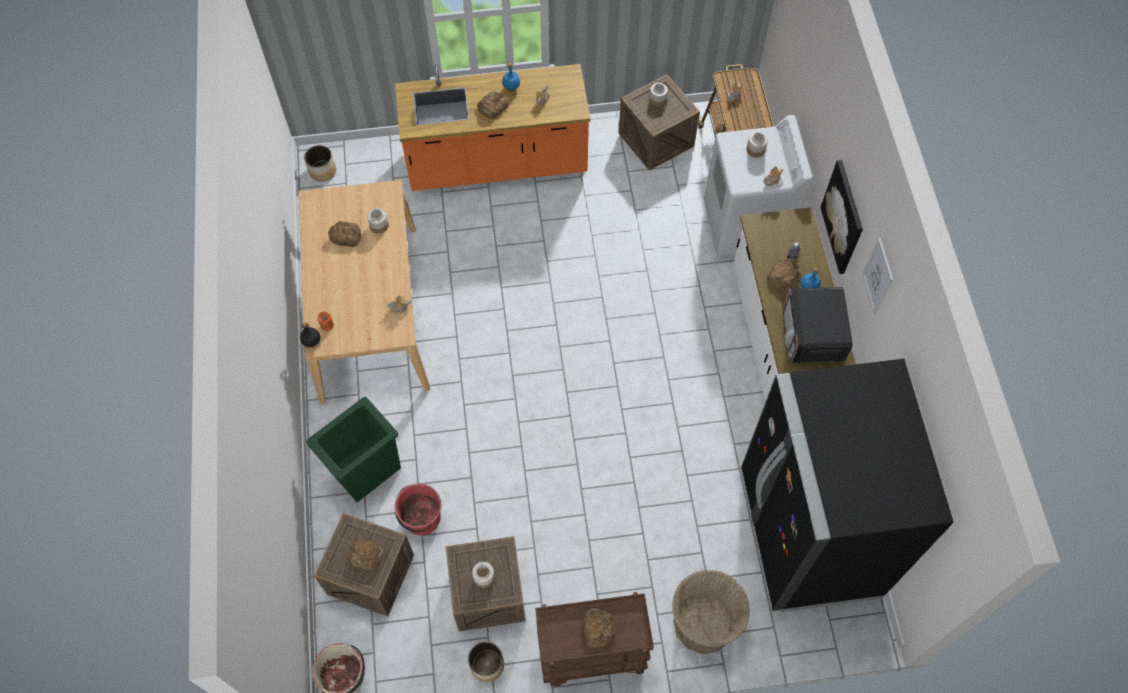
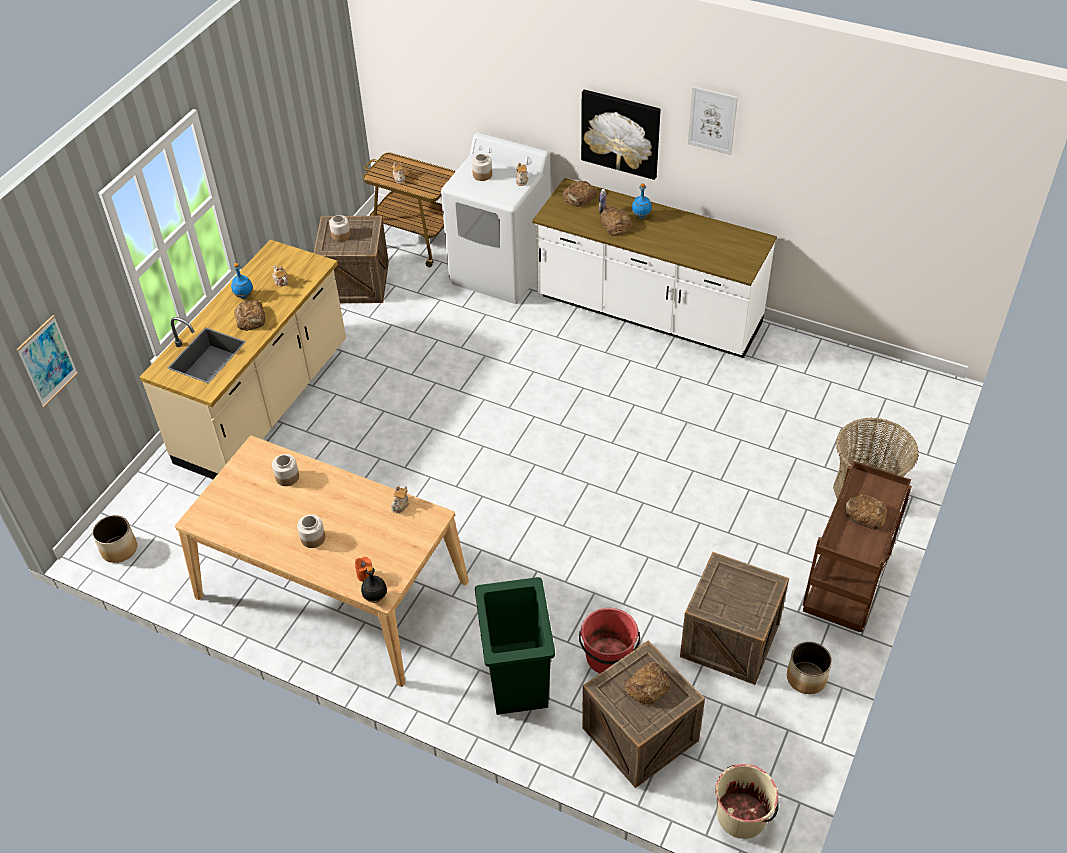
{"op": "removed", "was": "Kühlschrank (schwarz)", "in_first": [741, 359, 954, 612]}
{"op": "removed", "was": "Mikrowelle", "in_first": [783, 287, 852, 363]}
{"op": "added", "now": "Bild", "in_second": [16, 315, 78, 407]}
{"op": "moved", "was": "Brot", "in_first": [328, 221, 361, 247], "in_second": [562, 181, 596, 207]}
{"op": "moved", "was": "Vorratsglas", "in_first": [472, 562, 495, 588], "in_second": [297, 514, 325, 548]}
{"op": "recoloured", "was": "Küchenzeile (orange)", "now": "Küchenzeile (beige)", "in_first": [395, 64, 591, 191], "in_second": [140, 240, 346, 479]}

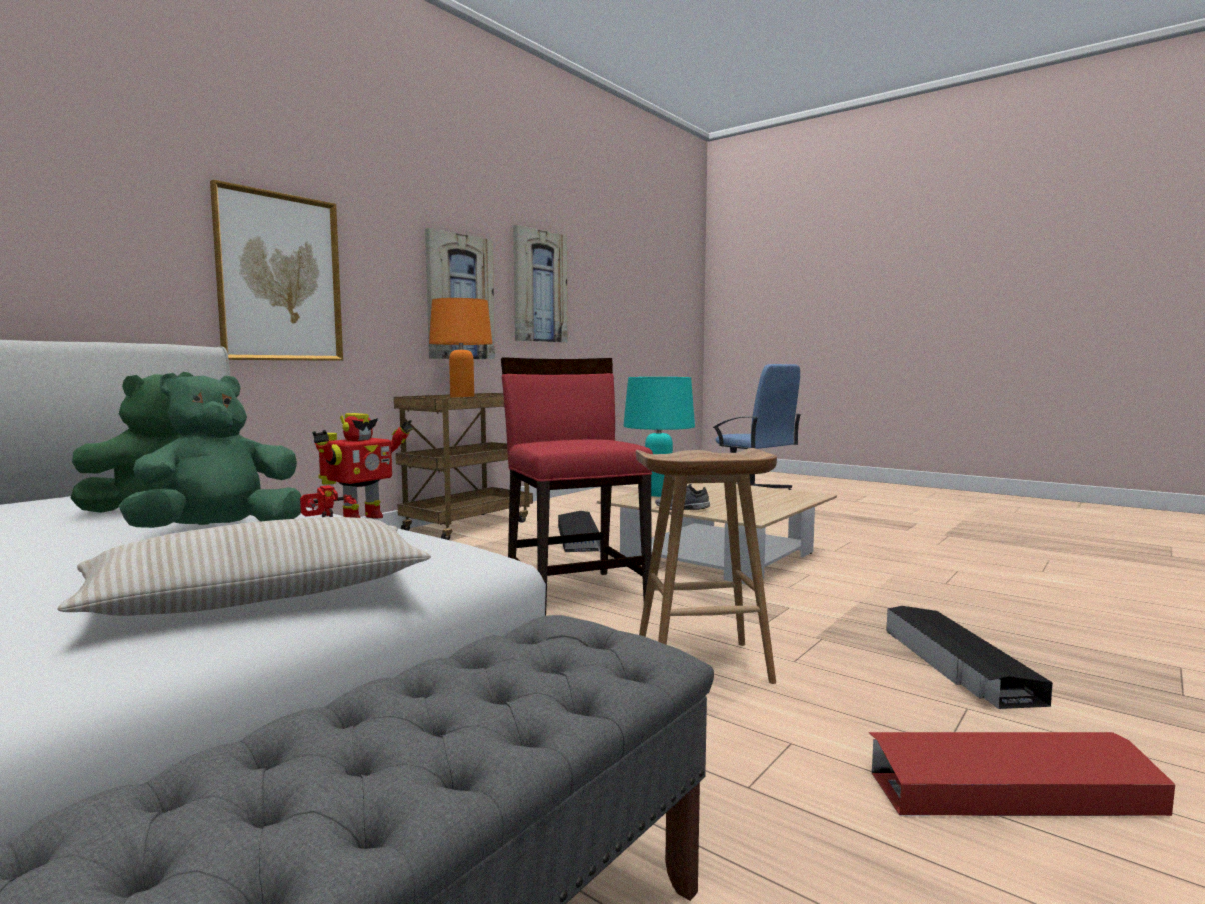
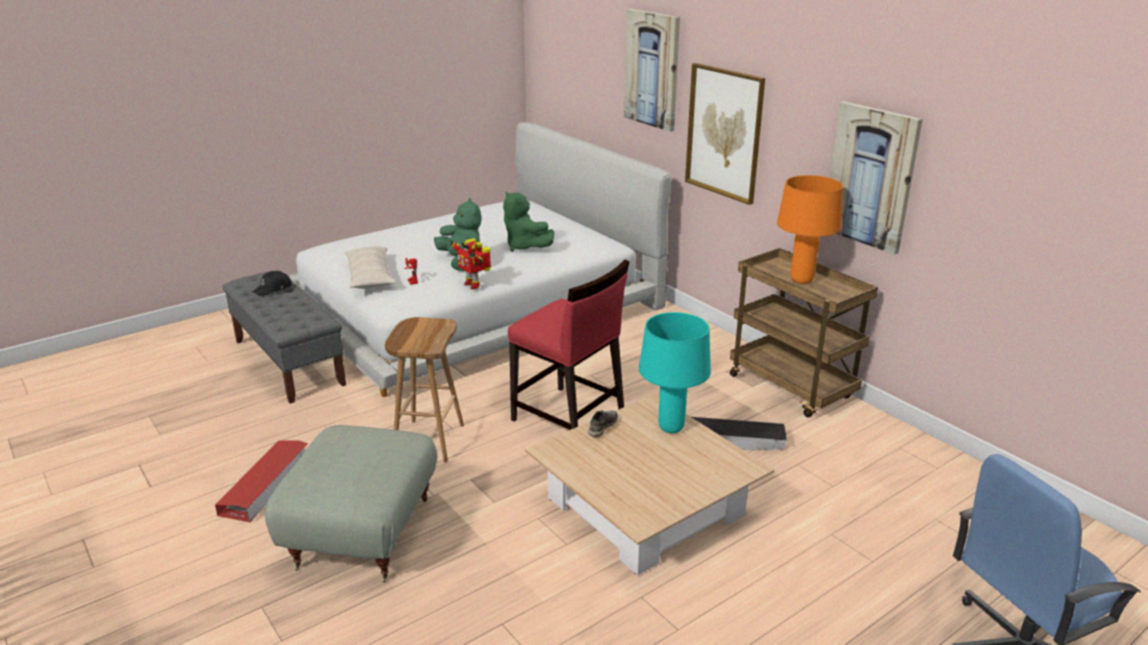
{"op": "added", "now": "Kappe (schwarz)", "in_second": [252, 271, 291, 296]}
{"op": "moved", "was": "Bild", "in_first": [513, 225, 568, 343], "in_second": [624, 9, 680, 132]}
{"op": "replaced", "was": "Aufbewahrungsbox (schwarz)", "now": "Polsterhocker (grau)", "in_first": [886, 606, 1053, 709], "in_second": [265, 425, 437, 582]}
{"op": "turned", "was": "Stuhl (rot)", "in_first": [501, 357, 653, 616], "in_second": [508, 260, 629, 430], "clockwise": 45}

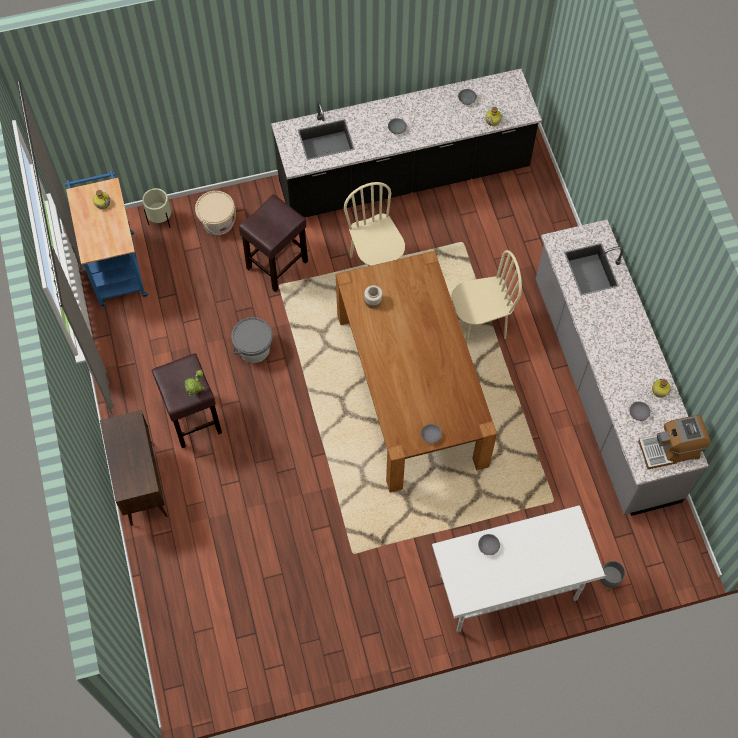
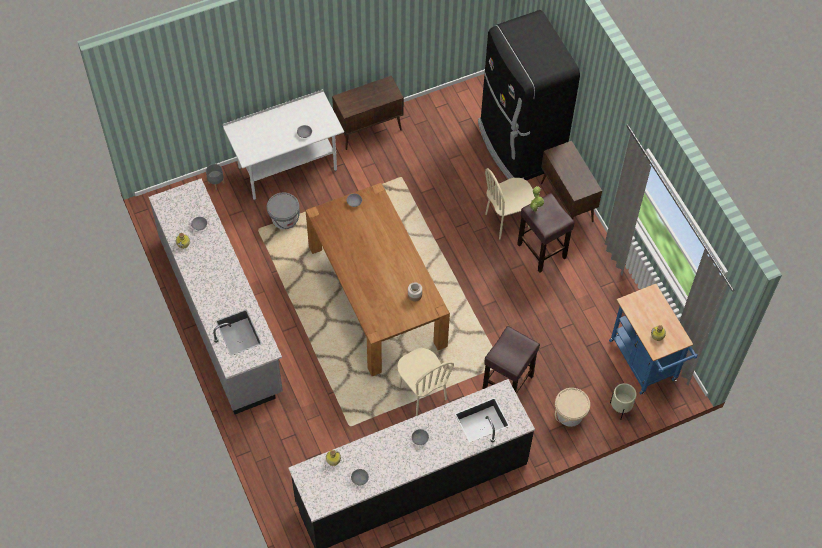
{"op": "removed", "was": "Kaffeemaschine", "in_first": [638, 415, 710, 469]}
{"op": "added", "now": "Schrank (braun)", "in_second": [332, 76, 404, 150]}
{"op": "added", "now": "Kühlschrank (schwarz)", "in_second": [478, 10, 580, 180]}
{"op": "moved", "was": "Eimer (grau)", "in_first": [231, 317, 273, 363], "in_second": [267, 192, 300, 229]}
{"op": "moved", "was": "Stuhl (beige)", "in_first": [452, 250, 522, 344], "in_second": [485, 168, 535, 239]}

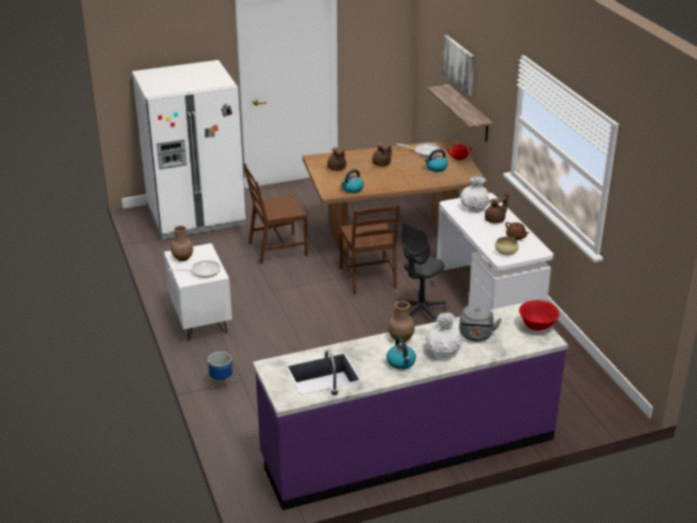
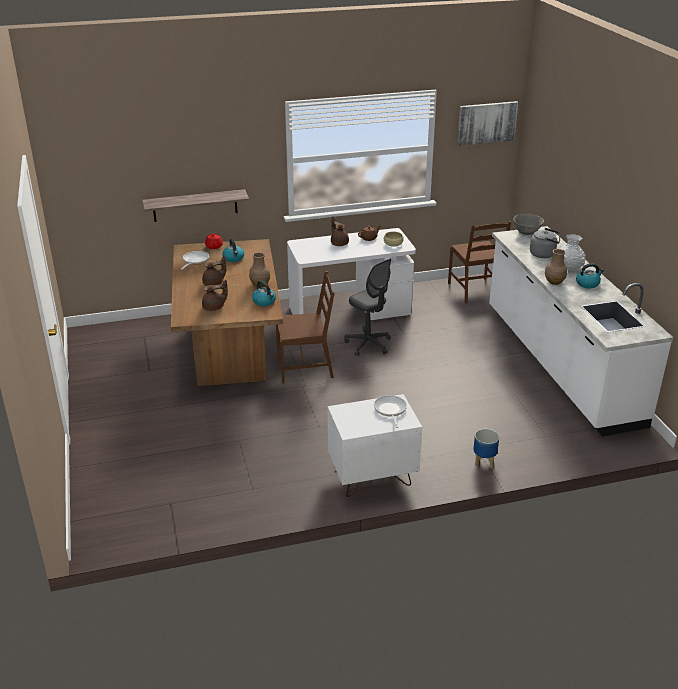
{"op": "removed", "was": "Kühlschrank (weiß)", "in_first": [132, 60, 246, 239]}
{"op": "removed", "was": "Vase (weiß)", "in_first": [460, 177, 489, 212]}
{"op": "moved", "was": "Vase (braun)", "in_first": [171, 226, 193, 261], "in_second": [249, 252, 270, 287]}
{"op": "moved", "was": "Stuhl (braun)", "in_first": [243, 163, 308, 264], "in_second": [448, 221, 511, 304]}
{"op": "moved", "was": "Bild", "in_first": [442, 35, 474, 95], "in_second": [457, 101, 518, 146]}
{"op": "recoloured", "was": "Küchenzeile (lila)", "now": "Küchenzeile (weiß)", "in_first": [253, 303, 568, 510], "in_second": [489, 226, 673, 436]}
{"op": "recoloured", "was": "Schüssel (rot)", "now": "Schüssel (grau)", "in_first": [519, 300, 560, 331], "in_second": [513, 214, 544, 235]}

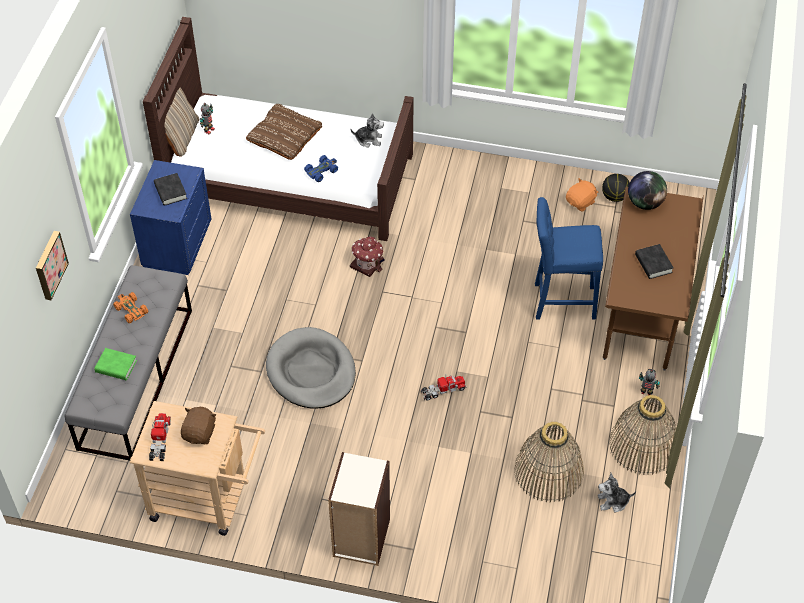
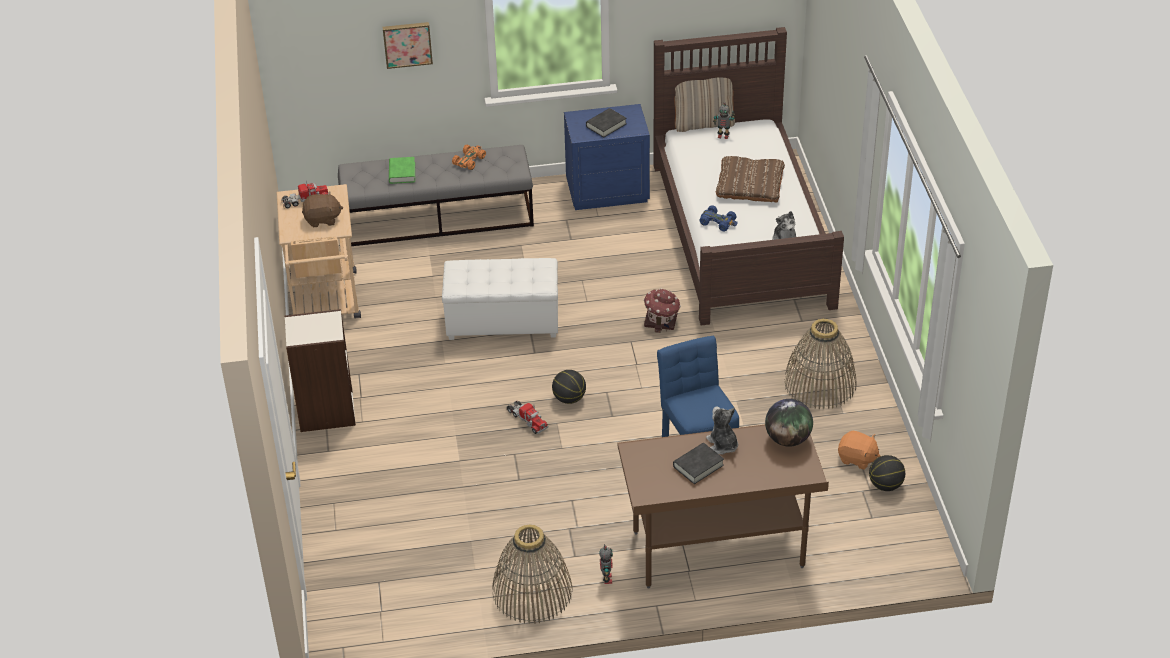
{"op": "added", "now": "Basketball", "in_second": [552, 370, 586, 404]}
{"op": "moved", "was": "Korb", "in_first": [514, 422, 584, 503], "in_second": [784, 319, 857, 409]}
{"op": "moved", "was": "Plüschtier", "in_first": [598, 473, 636, 512], "in_second": [706, 407, 738, 455]}
{"op": "replaced", "was": "Hundebett (grau)", "now": "Polsterhocker (weiß)", "in_first": [266, 327, 356, 409], "in_second": [442, 258, 558, 340]}

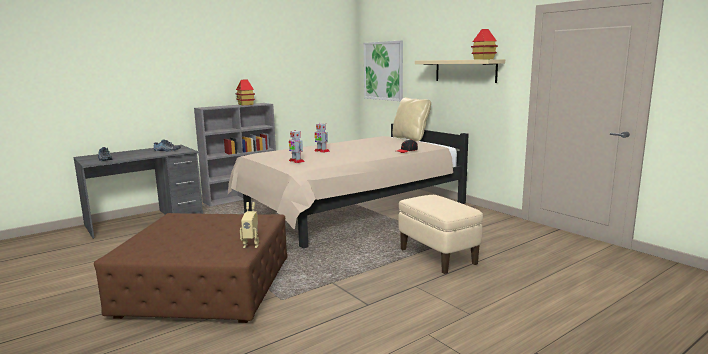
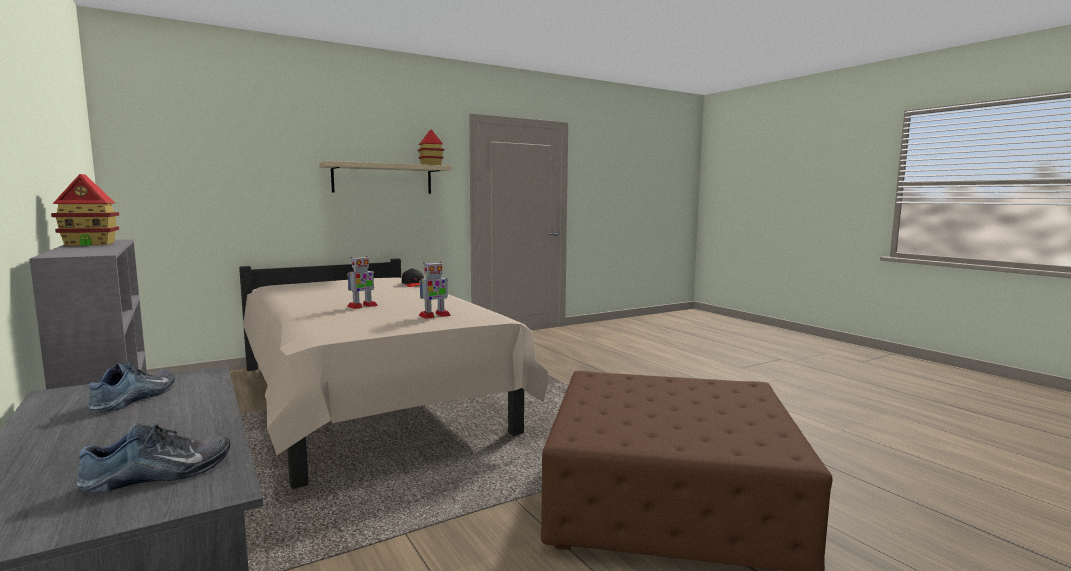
{"op": "removed", "was": "Spielzeugroboter", "in_first": [240, 202, 259, 248]}
{"op": "removed", "was": "Bild", "in_first": [364, 40, 403, 101]}
{"op": "removed", "was": "Kissen (beige)", "in_first": [393, 98, 431, 141]}
{"op": "removed", "was": "Polsterhocker (beige)", "in_first": [398, 195, 483, 274]}

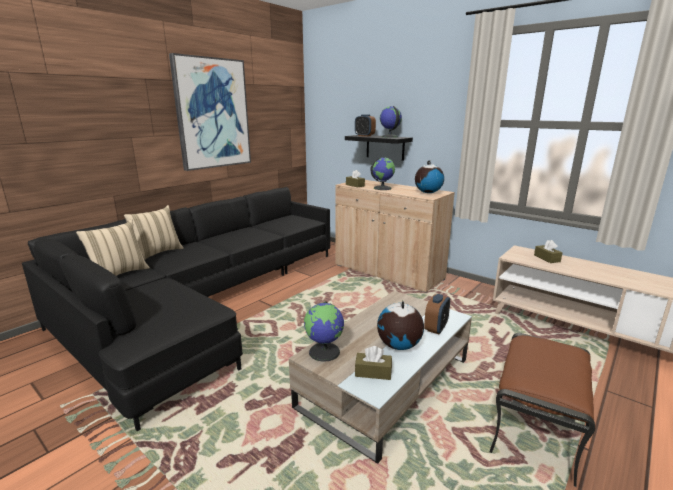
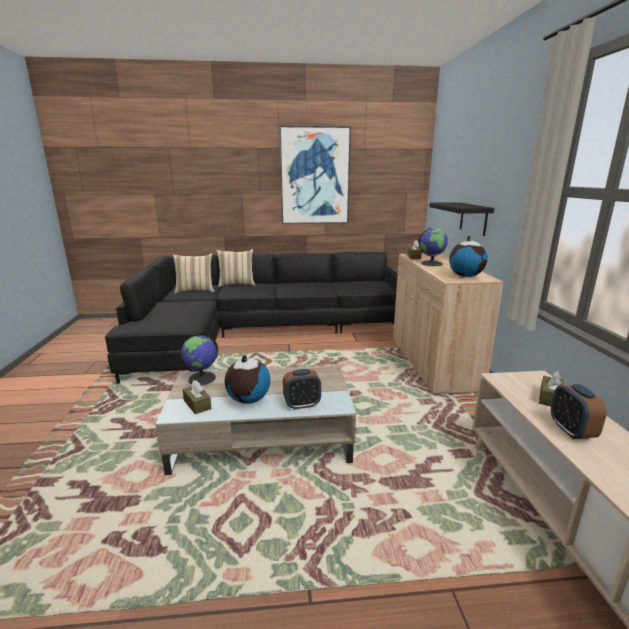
{"op": "removed", "was": "Globus", "in_first": [380, 106, 402, 138]}
{"op": "removed", "was": "Polsterhocker (braun)", "in_first": [490, 333, 595, 487]}
{"op": "moved", "was": "Wecker", "in_first": [355, 115, 376, 137], "in_second": [551, 384, 607, 439]}

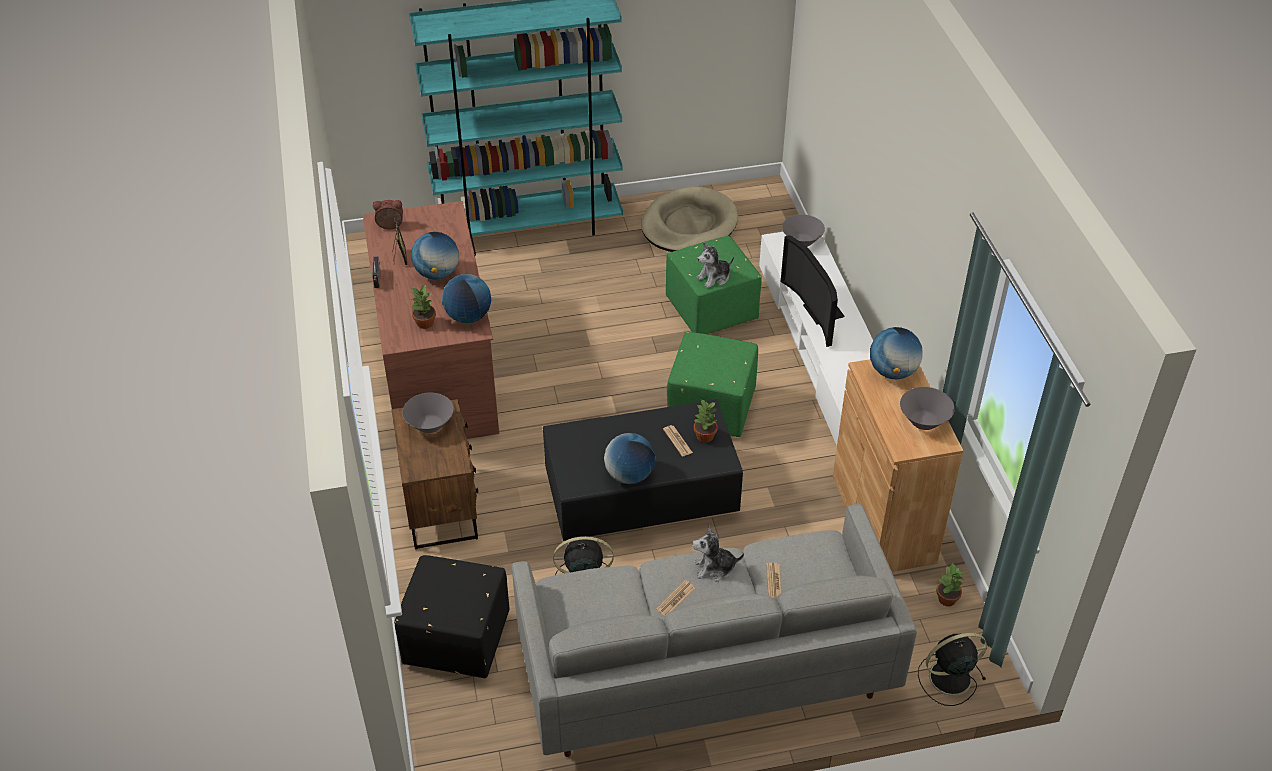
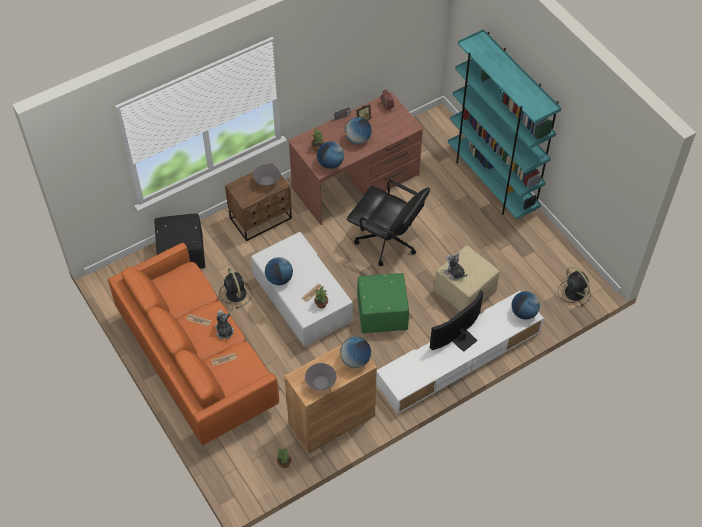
{"op": "removed", "was": "Hundebett (beige)", "in_first": [641, 187, 738, 252]}
{"op": "added", "now": "Bürostuhl (schwarz)", "in_second": [347, 180, 430, 266]}
{"op": "moved", "was": "Ventilator (schwarz)", "in_first": [918, 633, 987, 706], "in_second": [558, 267, 591, 307]}
{"op": "replaced", "was": "Schüssel (grau)", "now": "Globus", "in_first": [782, 214, 825, 247], "in_second": [511, 291, 540, 320]}
{"op": "recoloured", "was": "Sofa (grau)", "now": "Sofa (orange)", "in_first": [512, 504, 917, 757], "in_second": [108, 243, 279, 445]}
{"op": "recoloured", "was": "Couchtisch (schwarz)", "now": "Couchtisch (weiß)", "in_first": [543, 399, 743, 541], "in_second": [251, 232, 353, 347]}
{"op": "recoloured", "was": "Polsterhocker (grün)", "now": "Polsterhocker (beige)", "in_first": [666, 236, 762, 334], "in_second": [434, 245, 500, 312]}

